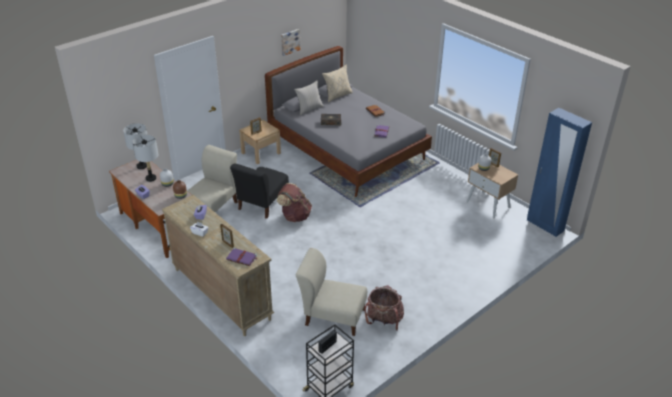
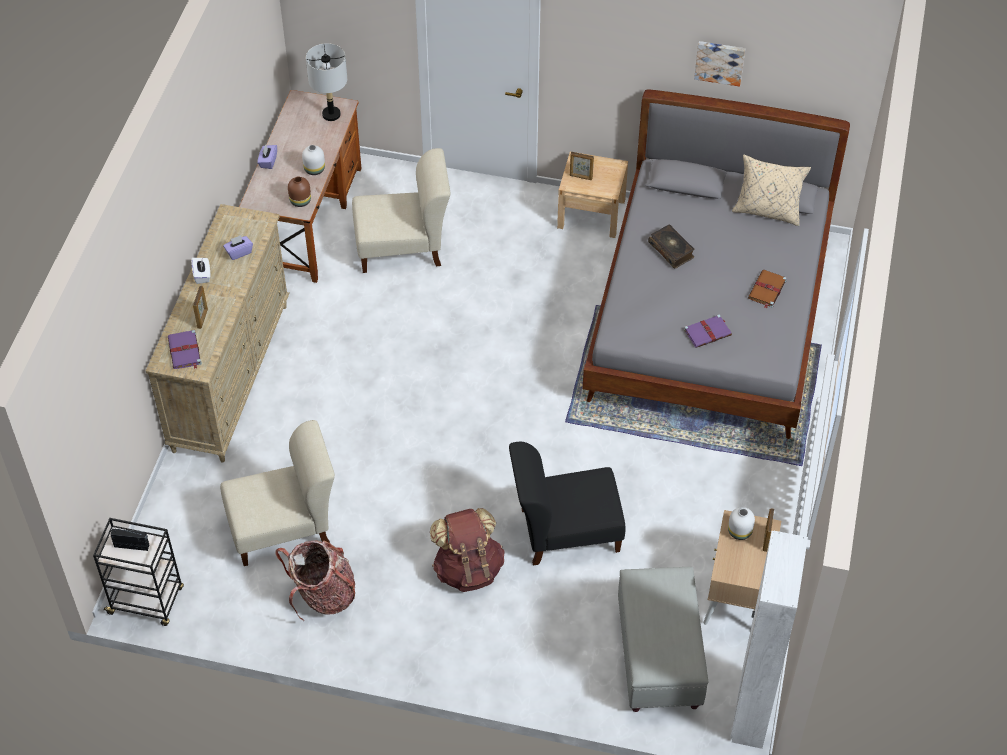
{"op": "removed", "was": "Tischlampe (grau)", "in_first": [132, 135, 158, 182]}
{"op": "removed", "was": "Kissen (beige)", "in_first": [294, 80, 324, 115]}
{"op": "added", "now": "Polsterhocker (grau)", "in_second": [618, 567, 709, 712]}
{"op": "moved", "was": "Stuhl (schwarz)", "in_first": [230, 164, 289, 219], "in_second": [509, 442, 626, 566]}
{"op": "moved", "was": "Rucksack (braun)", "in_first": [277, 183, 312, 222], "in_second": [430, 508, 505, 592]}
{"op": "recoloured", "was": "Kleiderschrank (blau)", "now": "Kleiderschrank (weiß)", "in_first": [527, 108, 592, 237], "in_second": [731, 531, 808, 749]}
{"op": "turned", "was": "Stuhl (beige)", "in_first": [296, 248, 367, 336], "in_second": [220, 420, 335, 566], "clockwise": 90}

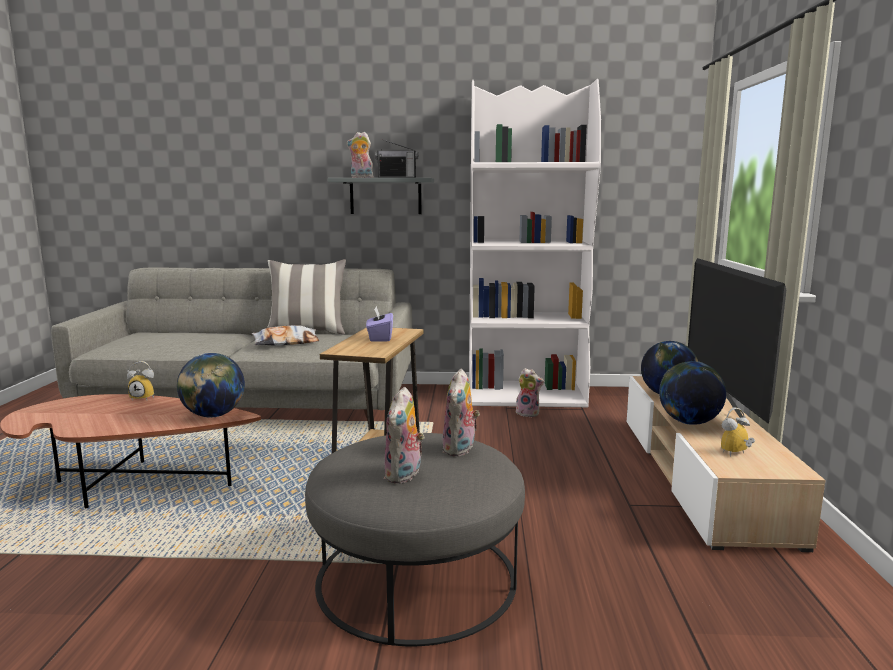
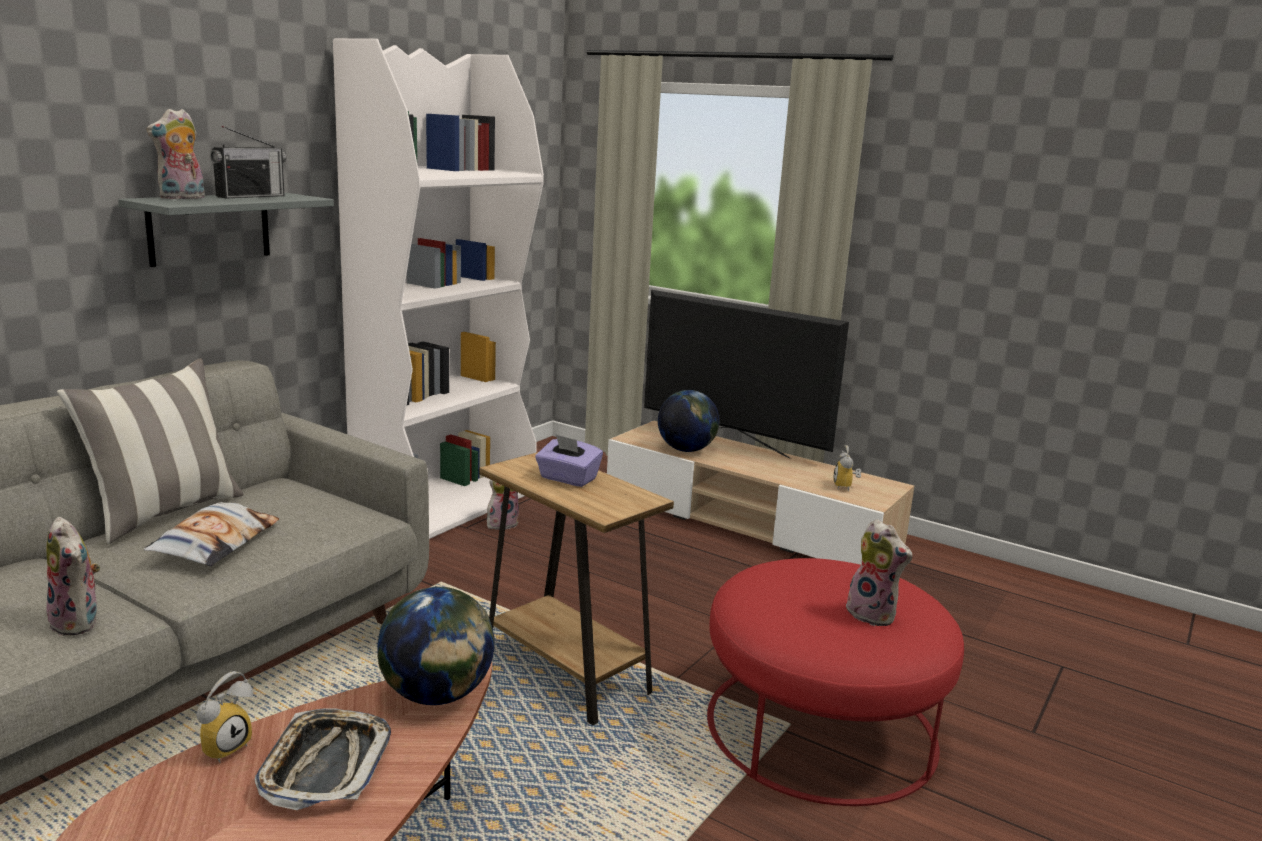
{"op": "removed", "was": "Globus", "in_first": [659, 361, 726, 425]}
{"op": "added", "now": "Tablett", "in_second": [255, 708, 391, 810]}
{"op": "moved", "was": "Plüschtier", "in_first": [442, 369, 480, 456], "in_second": [46, 517, 100, 636]}
{"op": "recoloured", "was": "Polsterhocker (grau)", "now": "Polsterhocker (rot)", "in_first": [305, 433, 525, 646], "in_second": [707, 558, 964, 806]}

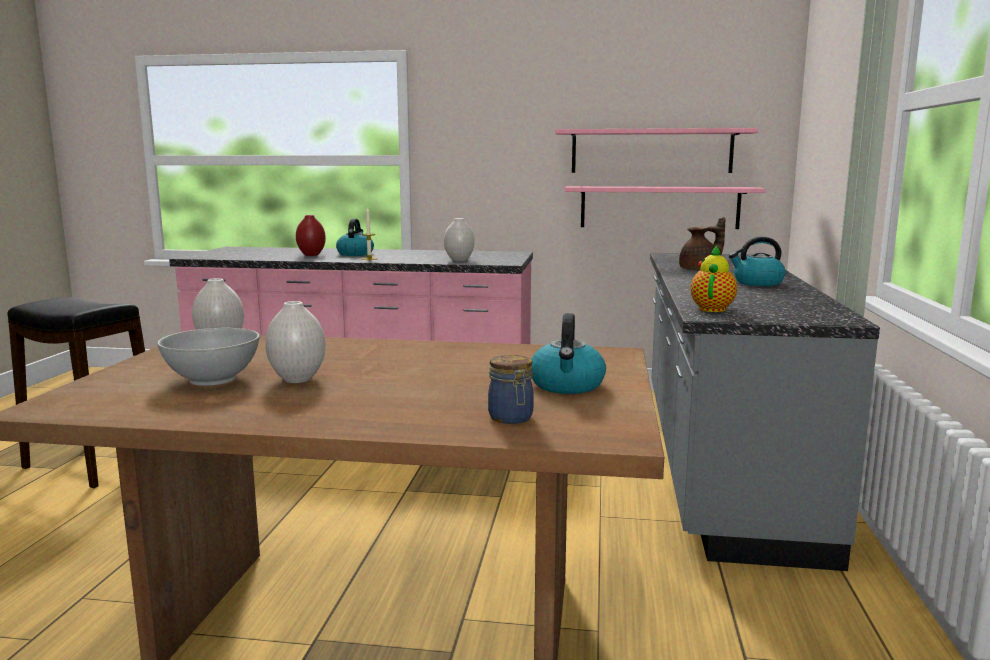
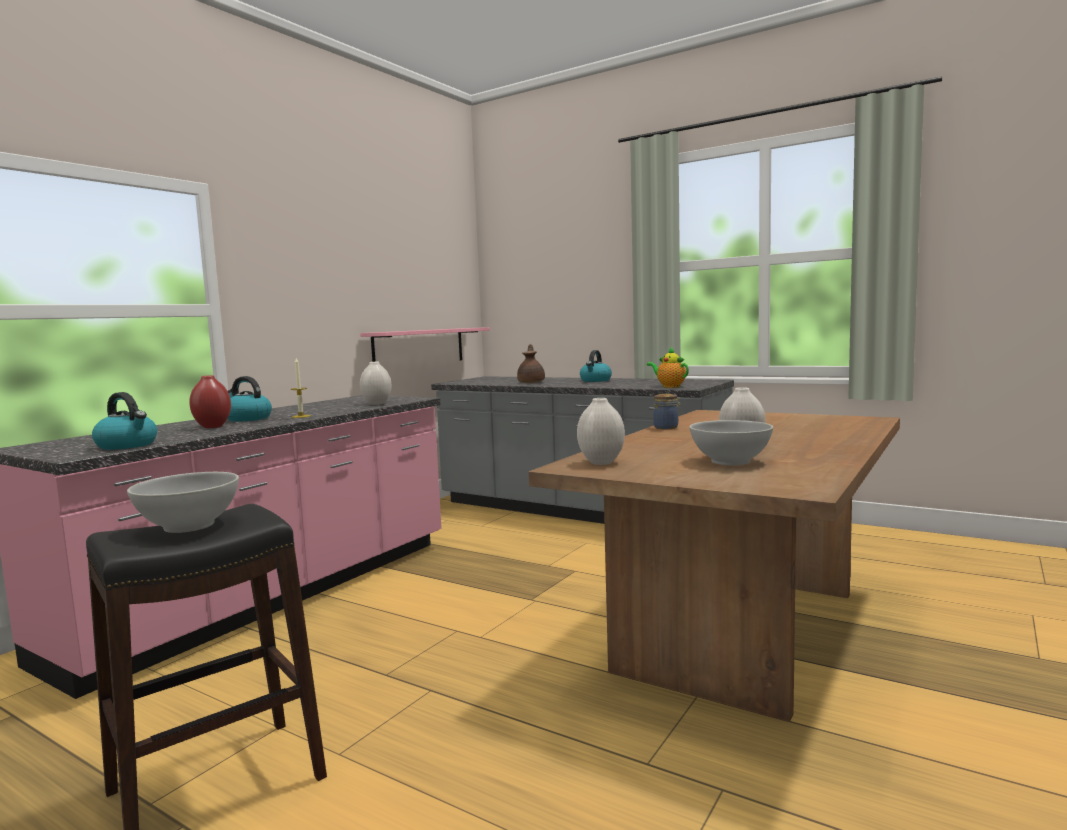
{"op": "removed", "was": "Wandregal (rosa)", "in_first": [555, 128, 759, 173]}
{"op": "added", "now": "Schüssel (weiß)", "in_second": [127, 472, 239, 533]}
{"op": "moved", "was": "Vorratsglas", "in_first": [488, 355, 534, 424], "in_second": [653, 394, 681, 429]}
{"op": "moved", "was": "Wasserkessel", "in_first": [531, 313, 606, 394], "in_second": [92, 392, 157, 450]}

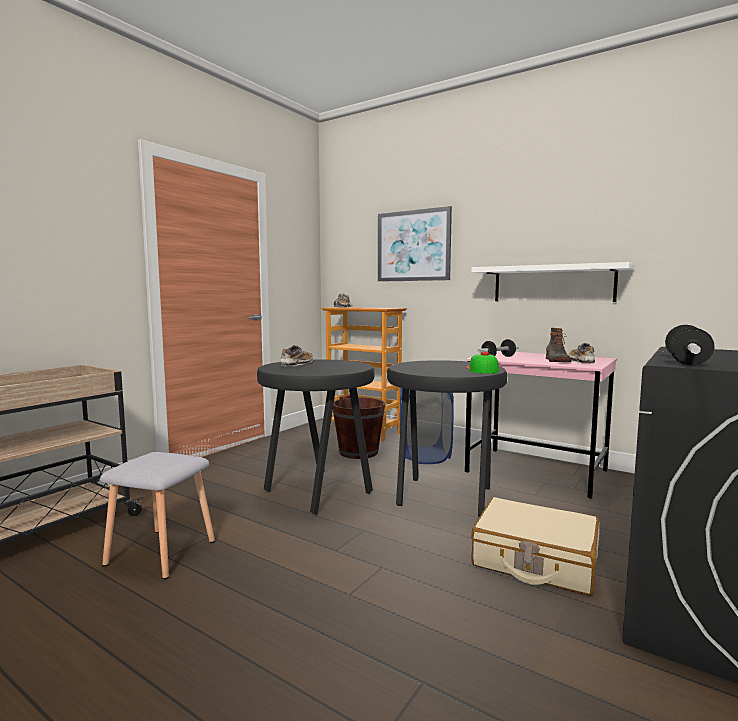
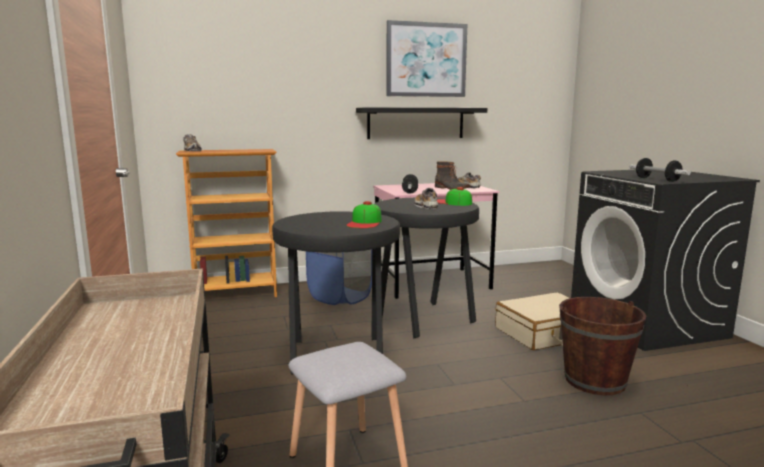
{"op": "added", "now": "Kappe", "in_second": [346, 201, 382, 228]}
{"op": "moved", "was": "Schuh", "in_first": [280, 345, 313, 366], "in_second": [414, 188, 438, 209]}
{"op": "moved", "was": "Eimer (braun)", "in_first": [333, 397, 385, 459], "in_second": [559, 297, 647, 396]}
{"op": "moved", "was": "Bild", "in_first": [378, 206, 452, 282], "in_second": [387, 20, 467, 97]}
{"op": "recoloured", "was": "Wandregal (weiß)", "now": "Wandregal (schwarz)", "in_first": [471, 262, 634, 302], "in_second": [356, 107, 487, 139]}

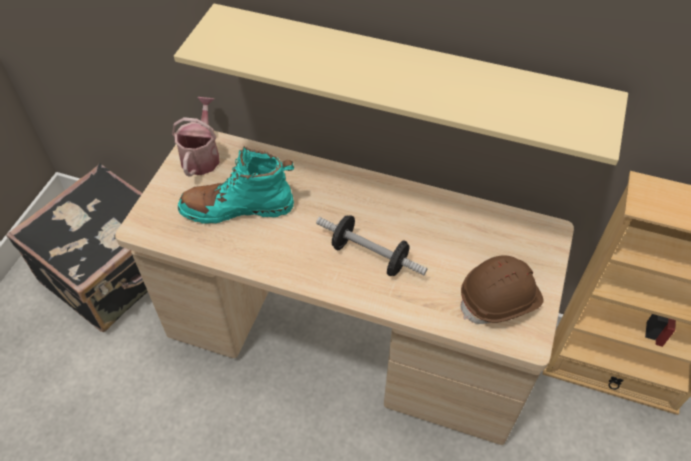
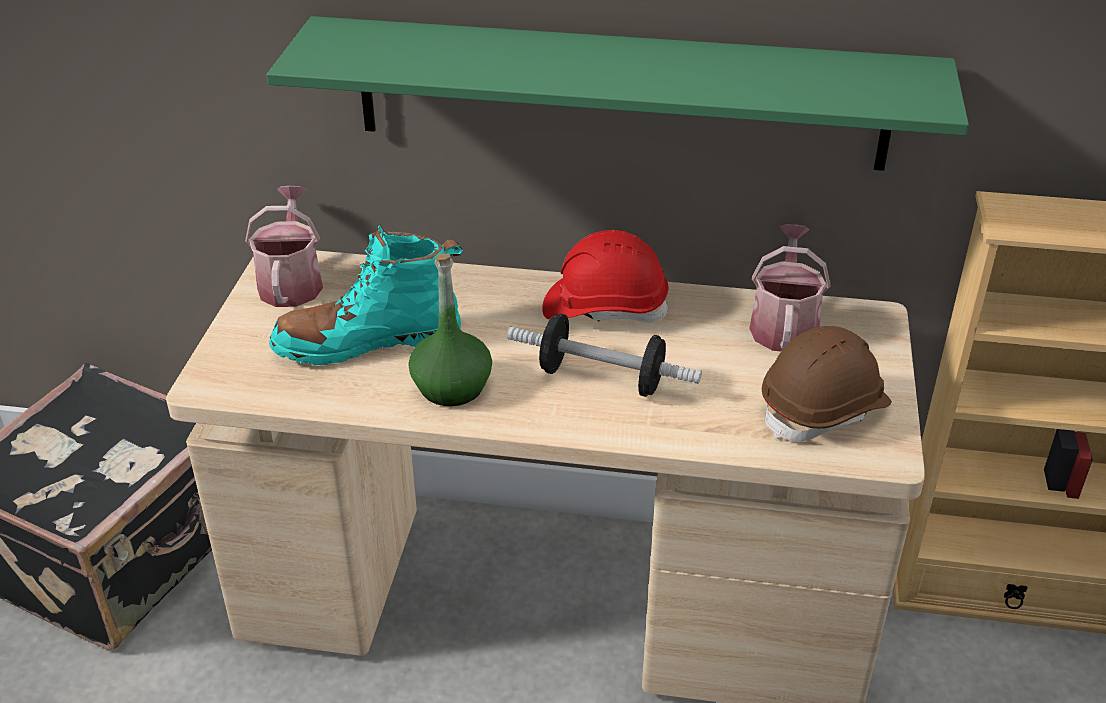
{"op": "added", "now": "Flasche (grün)", "in_second": [408, 253, 492, 406]}
{"op": "added", "now": "Schutzhelm (rot)", "in_second": [542, 230, 669, 323]}
{"op": "added", "now": "Gießkanne", "in_second": [749, 224, 830, 352]}
{"op": "recoloured", "was": "Wandregal (beige)", "now": "Wandregal (grün)", "in_first": [174, 4, 628, 165], "in_second": [267, 16, 969, 171]}

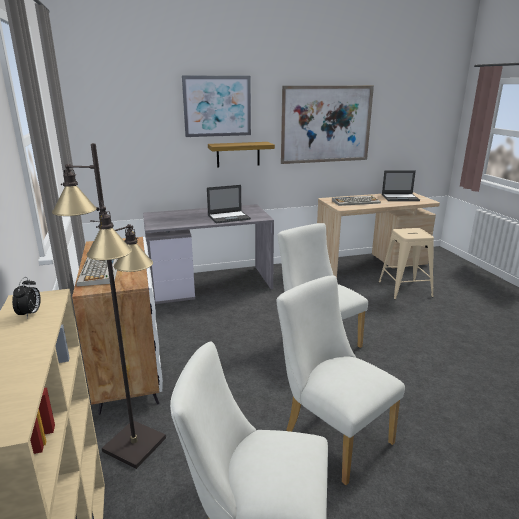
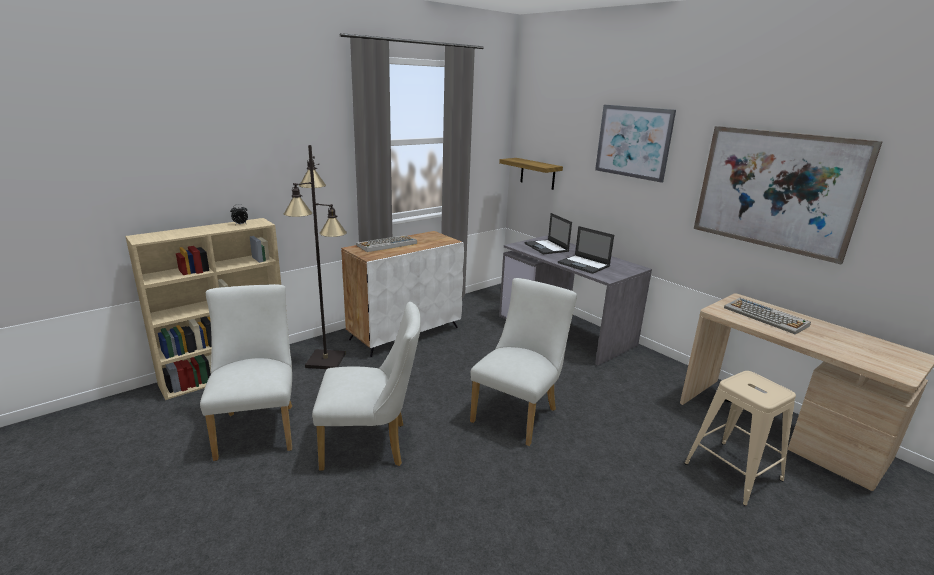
{"op": "moved", "was": "Wandregal", "in_first": [208, 142, 275, 168], "in_second": [499, 158, 563, 190]}
{"op": "moved", "was": "Laptop", "in_first": [382, 171, 420, 201], "in_second": [524, 213, 572, 255]}
{"op": "turned", "was": "Stuhl (weiß)", "in_first": [277, 276, 405, 485], "in_second": [312, 302, 421, 471], "clockwise": 60}

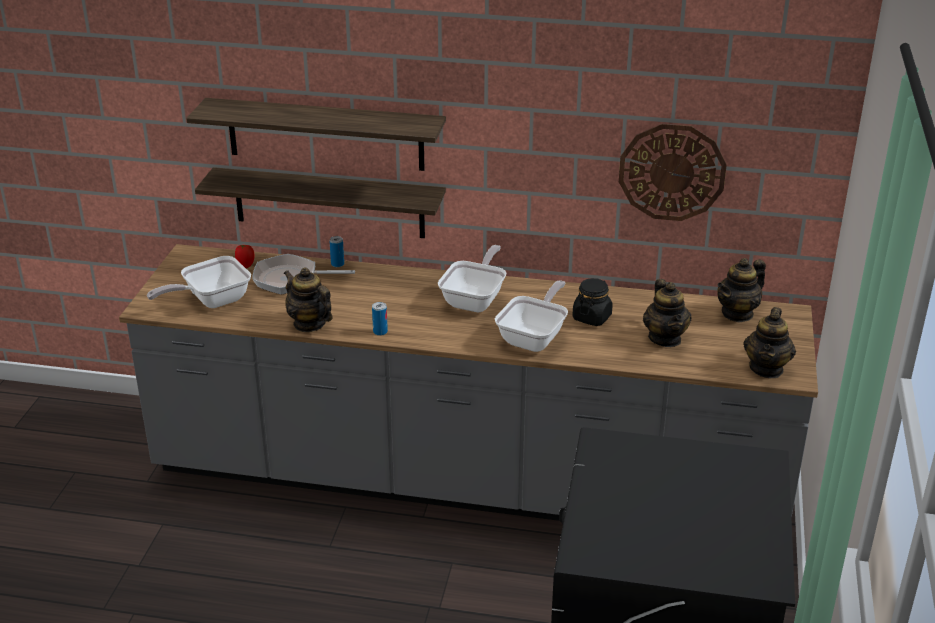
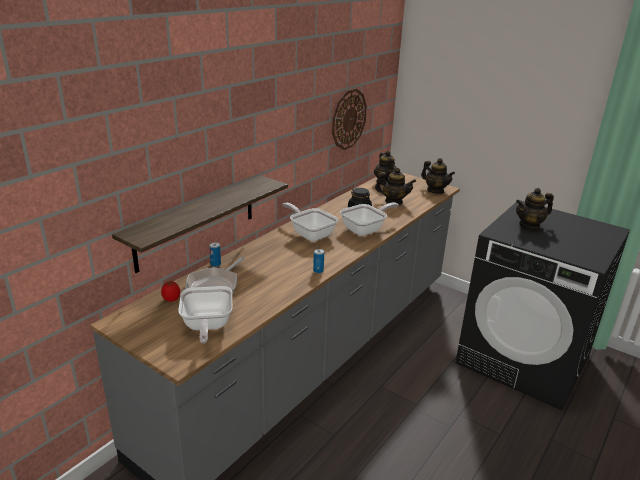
{"op": "removed", "was": "Wandregal", "in_first": [186, 98, 446, 171]}
{"op": "moved", "was": "Teekanne", "in_first": [284, 267, 332, 332], "in_second": [516, 188, 554, 231]}
{"op": "turned", "was": "Pfanne", "in_first": [495, 280, 568, 352], "in_second": [340, 202, 399, 236], "clockwise": 90}

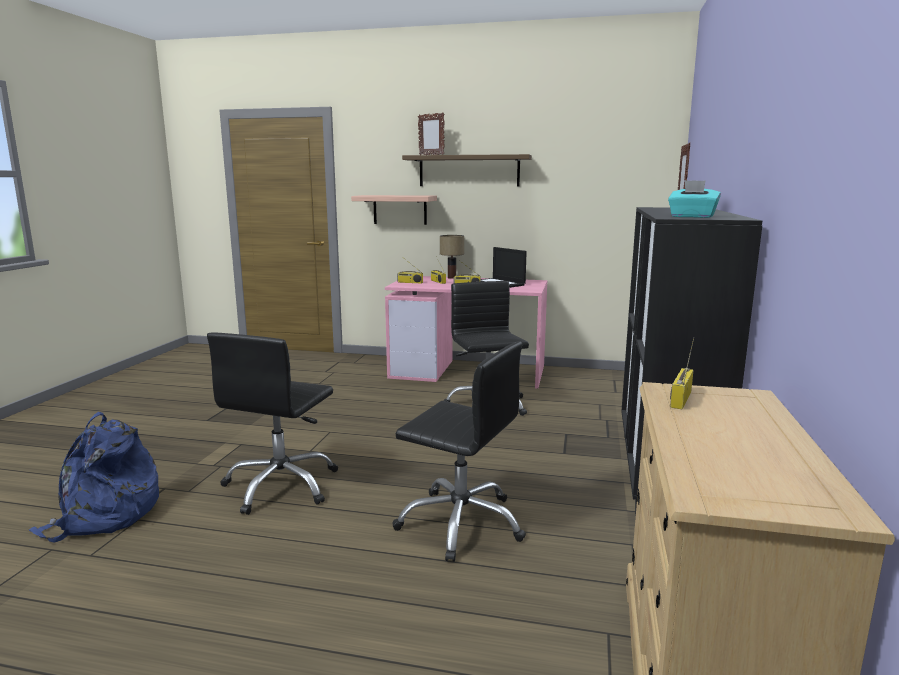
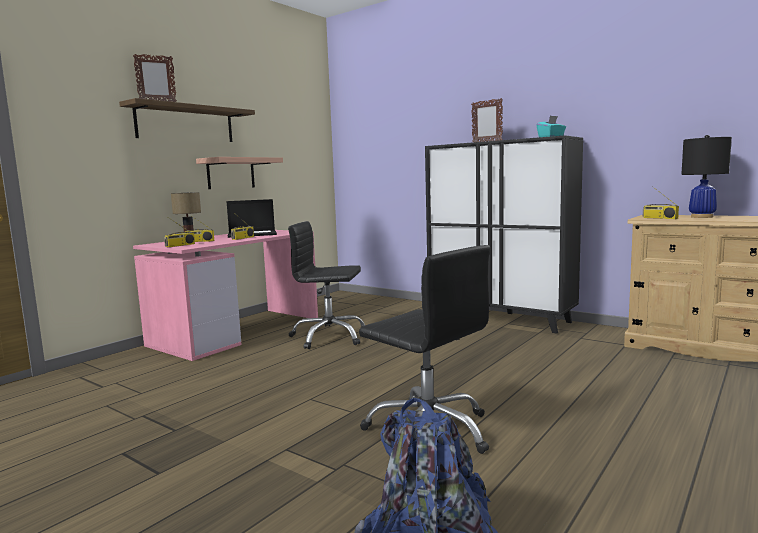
{"op": "removed", "was": "Bürostuhl (schwarz)", "in_first": [393, 341, 526, 562]}
{"op": "added", "now": "Tischlampe (schwarz)", "in_second": [681, 135, 732, 218]}
{"op": "moved", "was": "Wandregal", "in_first": [351, 195, 437, 225], "in_second": [196, 157, 283, 189]}

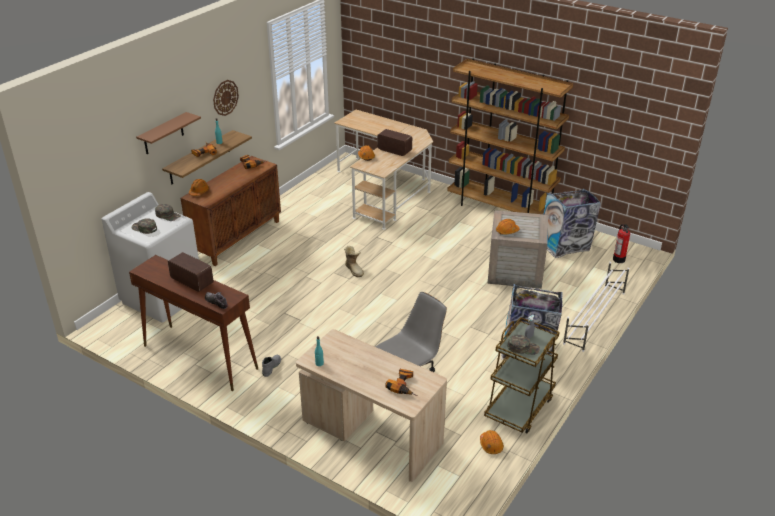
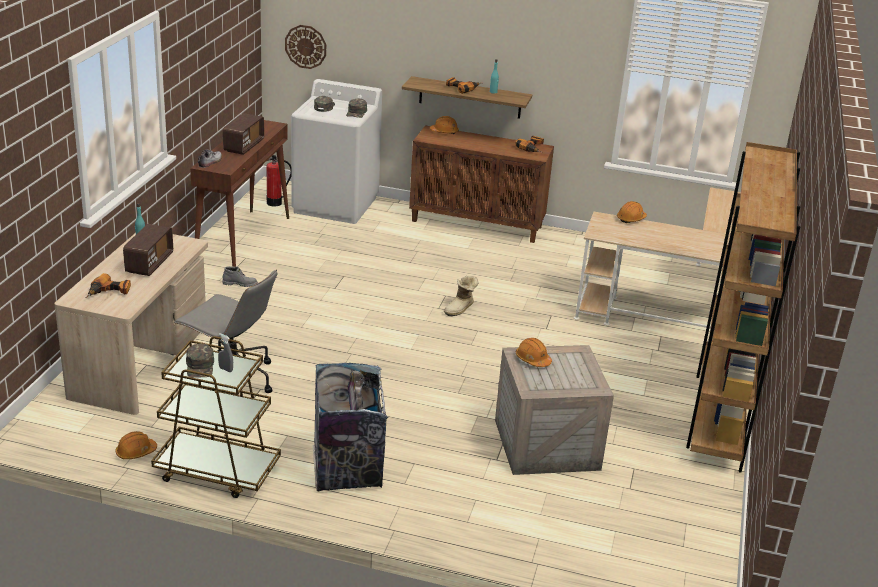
{"op": "removed", "was": "Wandregal (braun)", "in_first": [136, 112, 201, 154]}
{"op": "removed", "was": "Mülleimer", "in_first": [543, 189, 601, 258]}
{"op": "removed", "was": "Schuhregal (weiß)", "in_first": [563, 262, 629, 352]}
{"op": "moved", "was": "Wanduhr", "in_first": [213, 80, 239, 116], "in_second": [285, 25, 326, 69]}
{"op": "moved", "was": "Radio", "in_first": [377, 129, 412, 156], "in_second": [123, 224, 173, 276]}
{"op": "moved", "was": "Feuerlöscher", "in_first": [613, 224, 630, 263], "in_second": [266, 155, 291, 207]}

